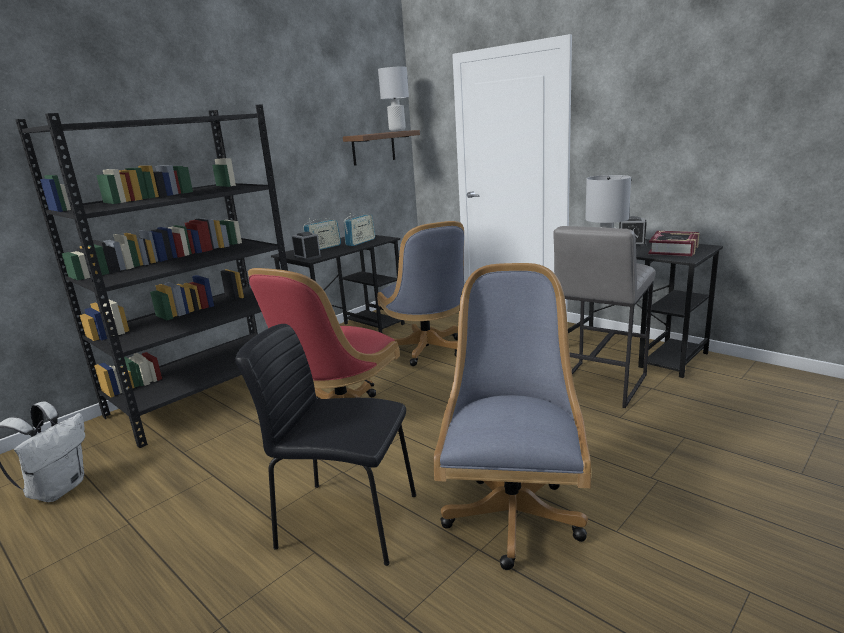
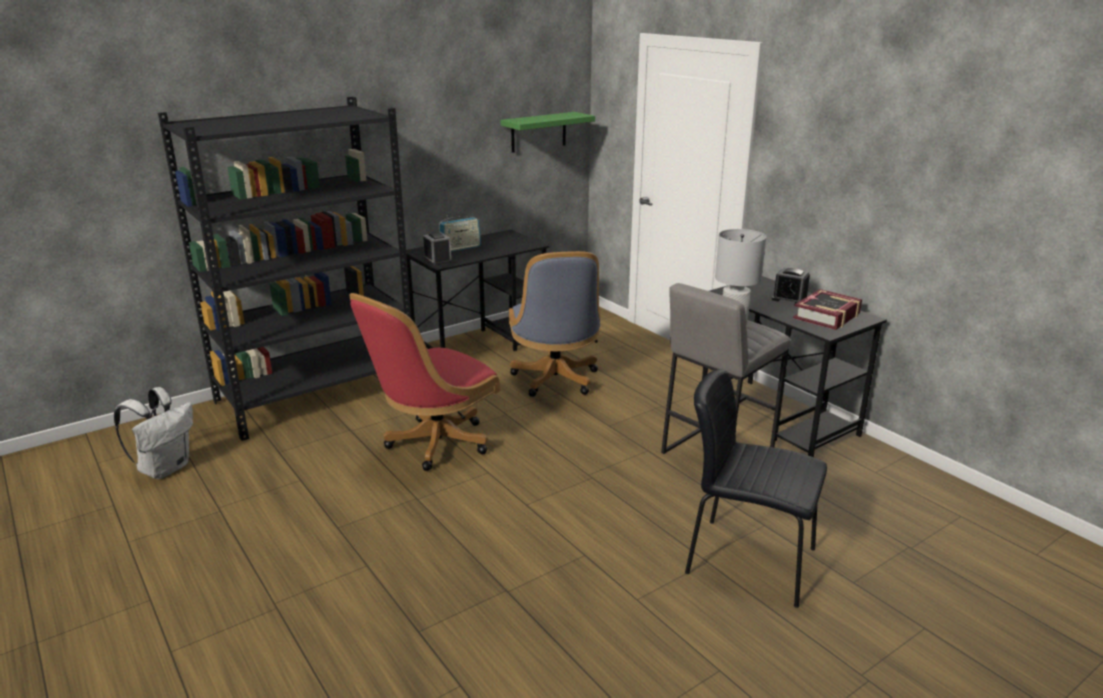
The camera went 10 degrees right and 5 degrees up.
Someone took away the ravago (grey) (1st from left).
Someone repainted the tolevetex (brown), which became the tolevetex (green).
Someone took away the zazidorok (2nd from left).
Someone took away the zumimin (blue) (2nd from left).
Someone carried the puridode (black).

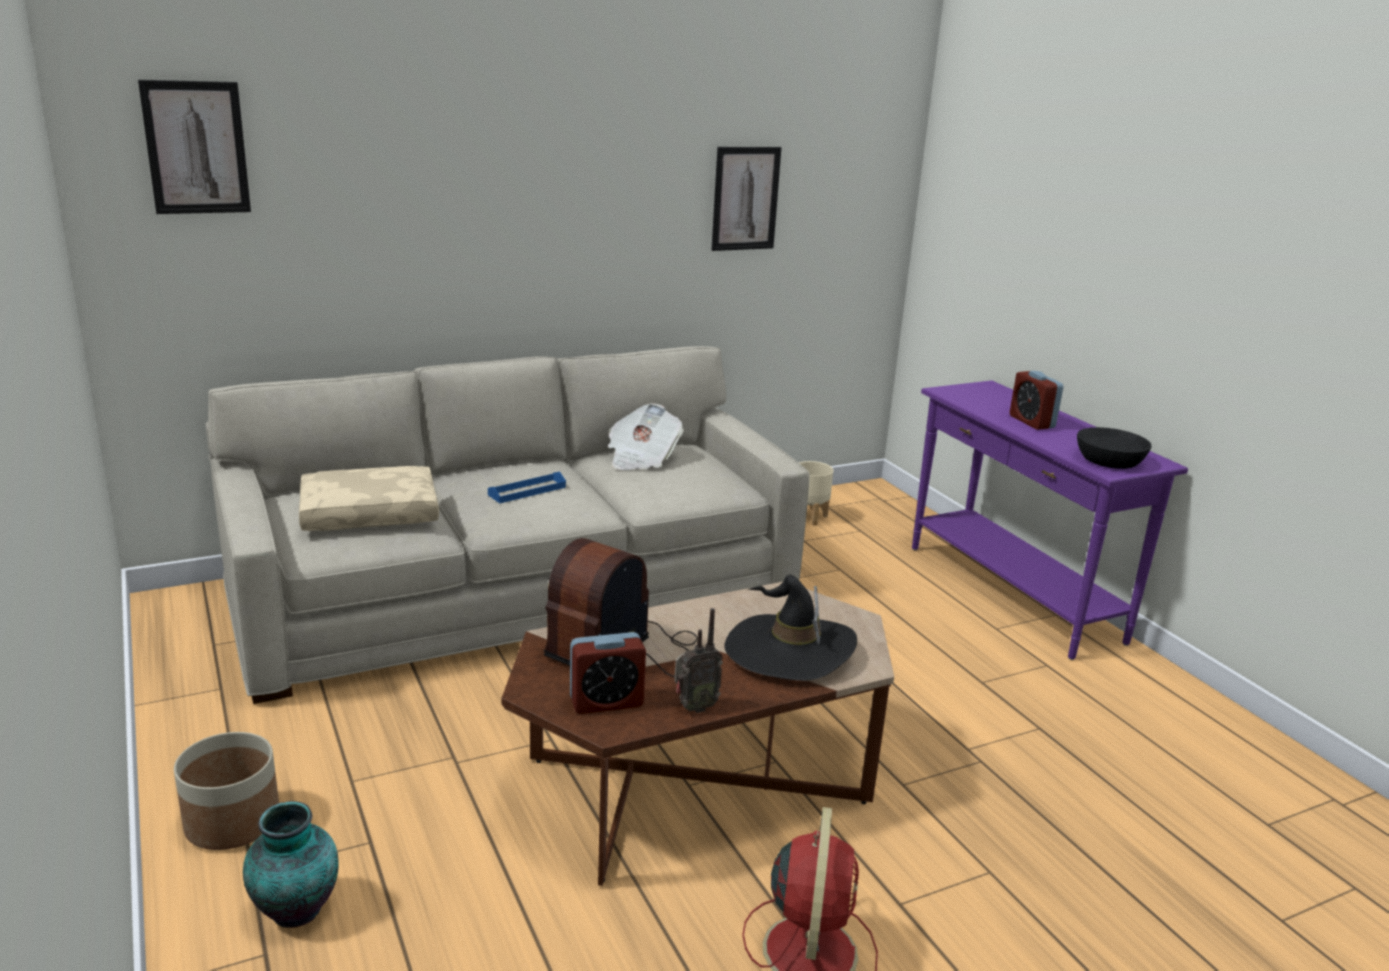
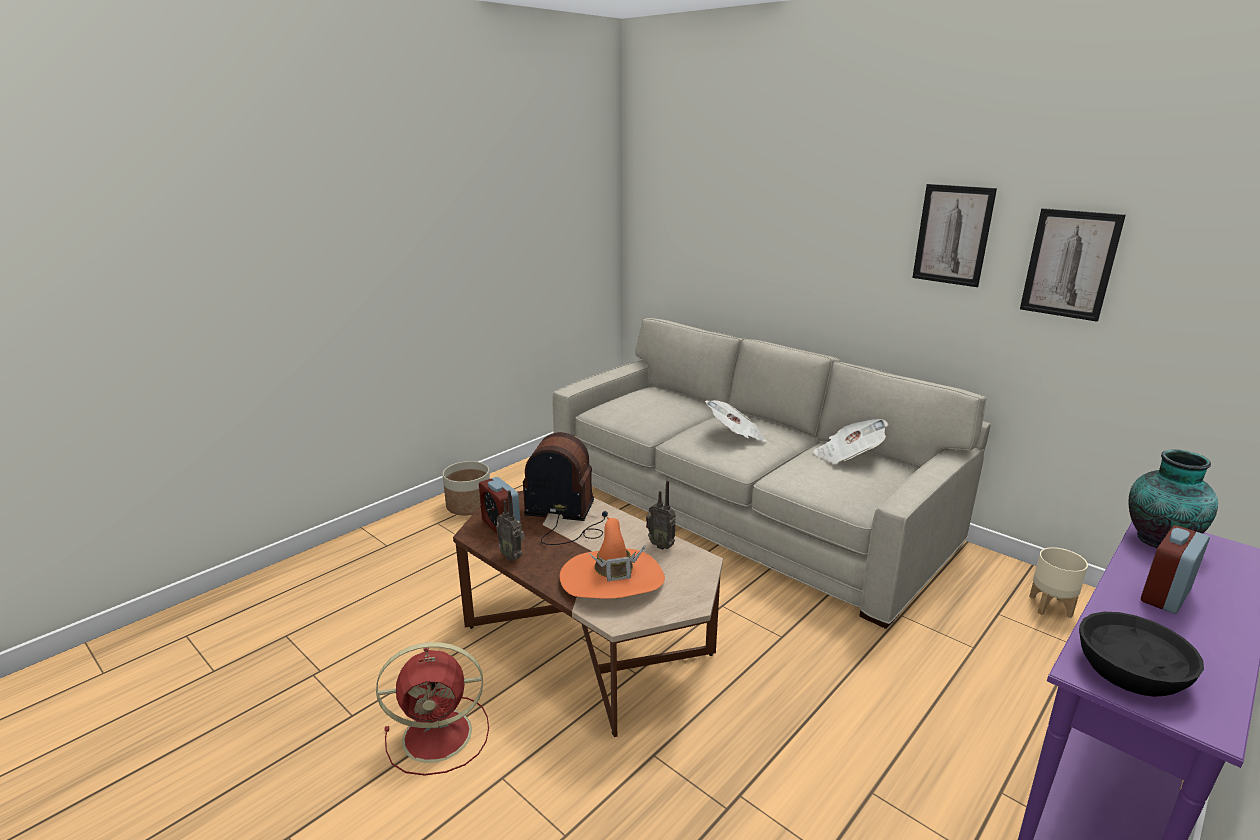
The camera went 70 degrees right and 0 degrees up.
Someone carried the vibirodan (1st from left).
Someone took away the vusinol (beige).
Someone swapped the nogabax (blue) for the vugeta (1st from left).
Someone repainted the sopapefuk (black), which became the sopapefuk (orange).
Someone carried the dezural.
Someone put down the zazidorok (3rd from left).

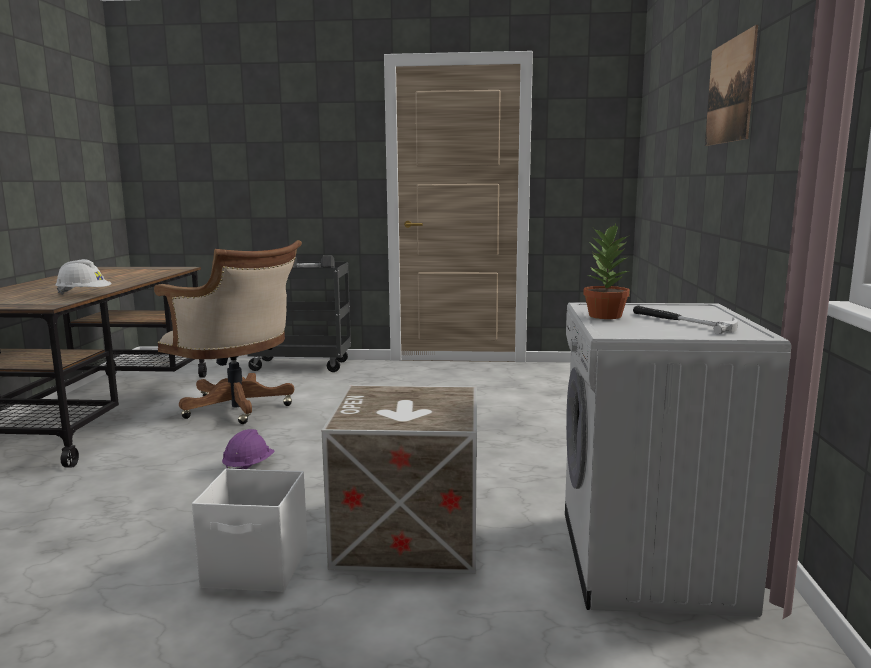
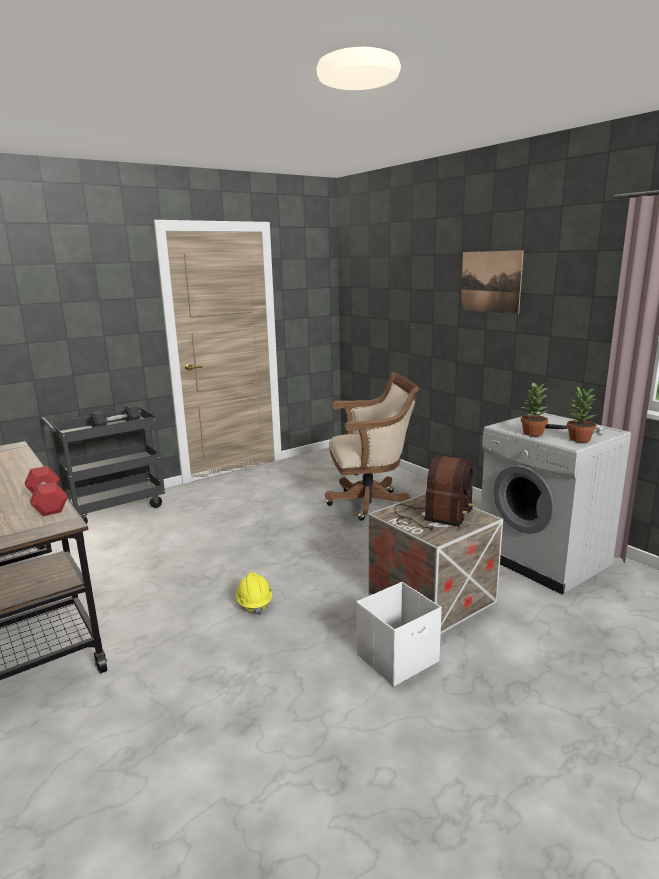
The camera went 40 degrees left and 5 degrees up.
Someone carried the zumimin.
Someone swapped the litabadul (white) for the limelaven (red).
Someone repainted the litabadul (purple), which became the litabadul (yellow).
Someone put down the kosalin (2nd from left).
Someone put down the zazidorok.

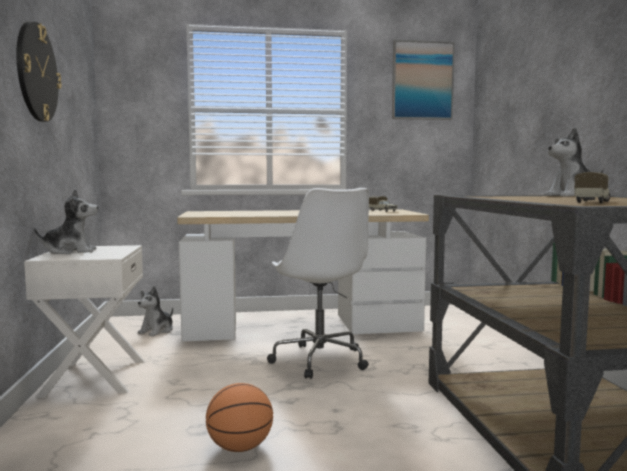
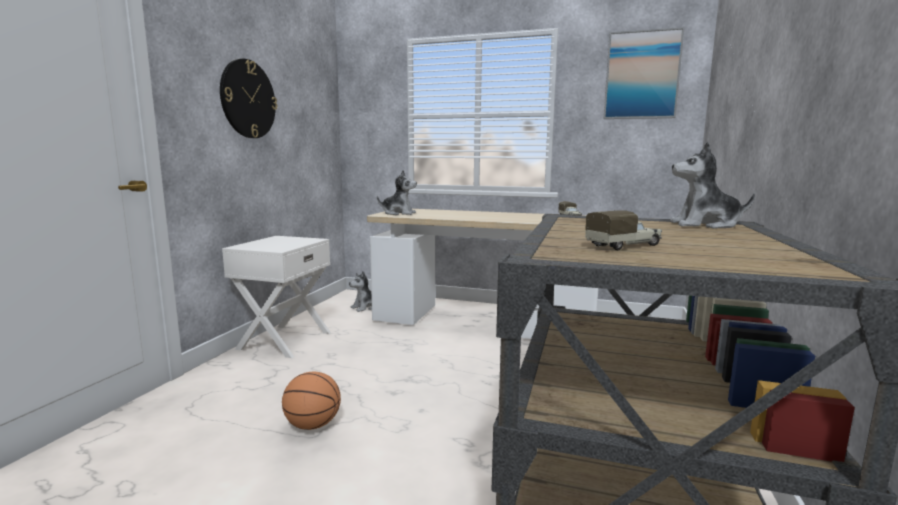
The camera went 25 degrees right and 5 degrees up.
Someone took away the zumimin (white).
Someone carried the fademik (1st from left in the first image).

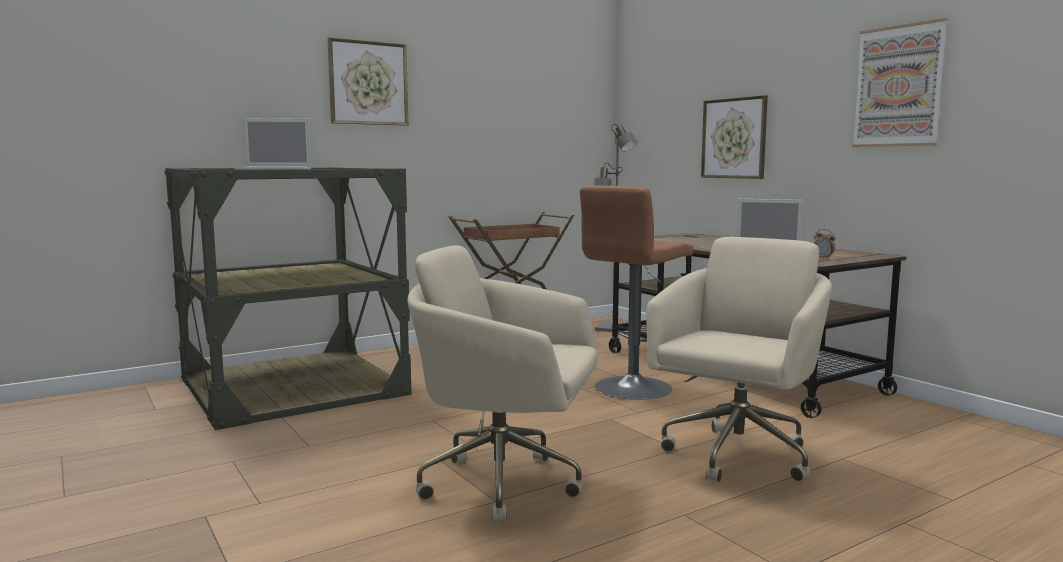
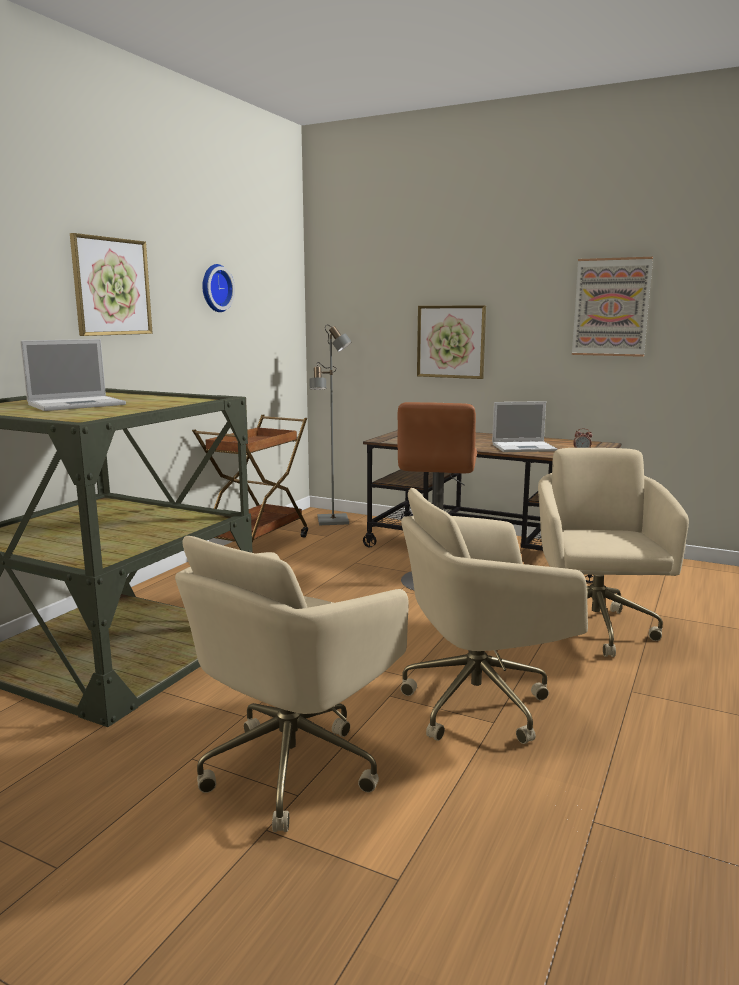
The camera went 30 degrees left and 5 degrees up.
Someone put up the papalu.
Someone put down the zumimin (beige) (1st from left).

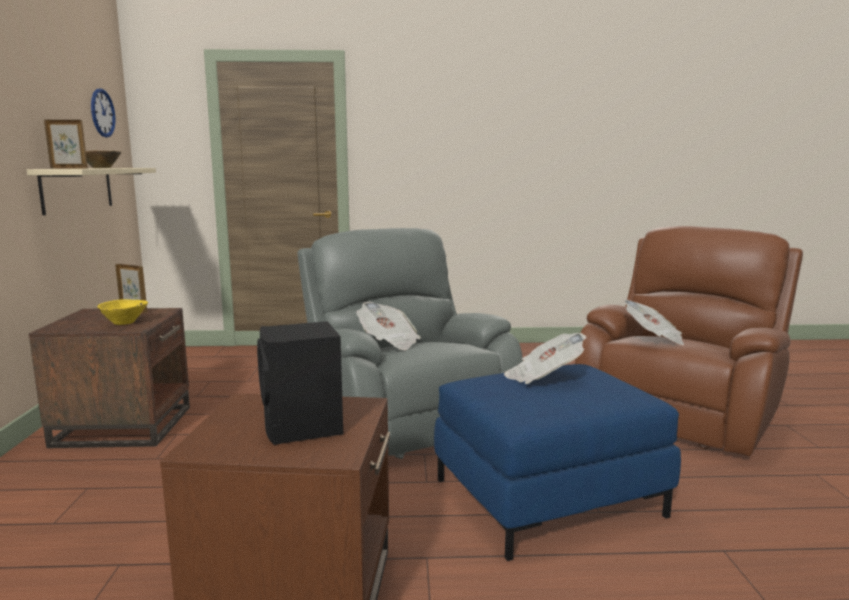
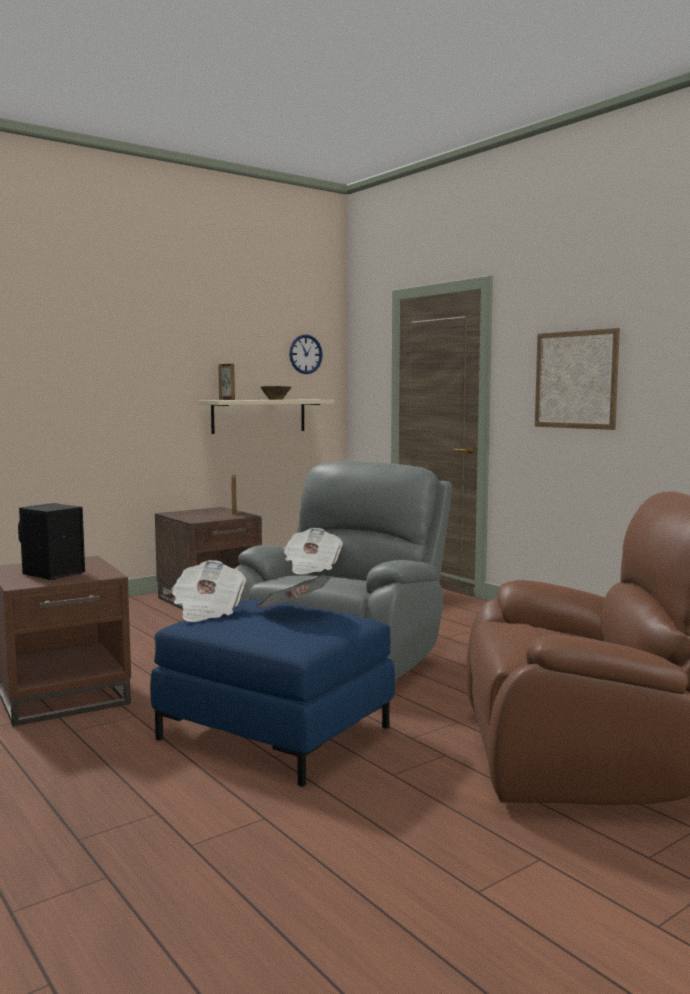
The camera went 55 degrees right and 5 degrees down.
Someone took away the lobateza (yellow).
Someone carried the vugeta (3rd from left in the first image).
Someone put up the vibirodan.

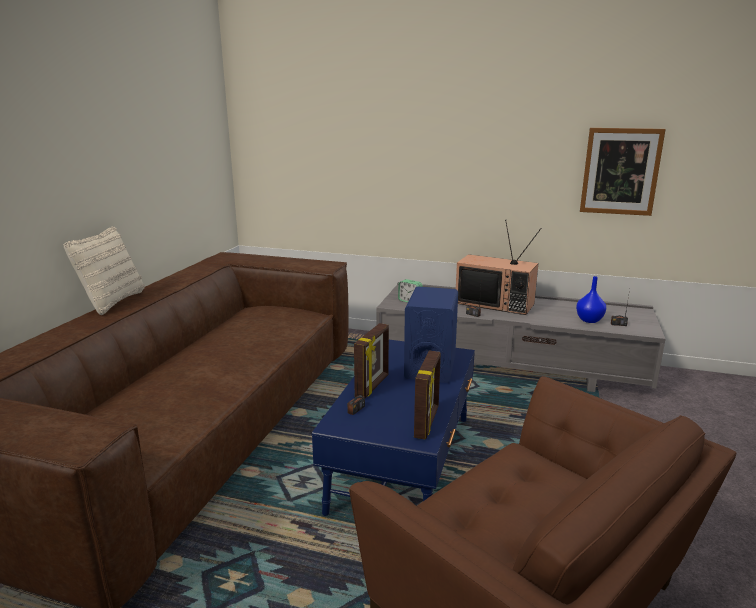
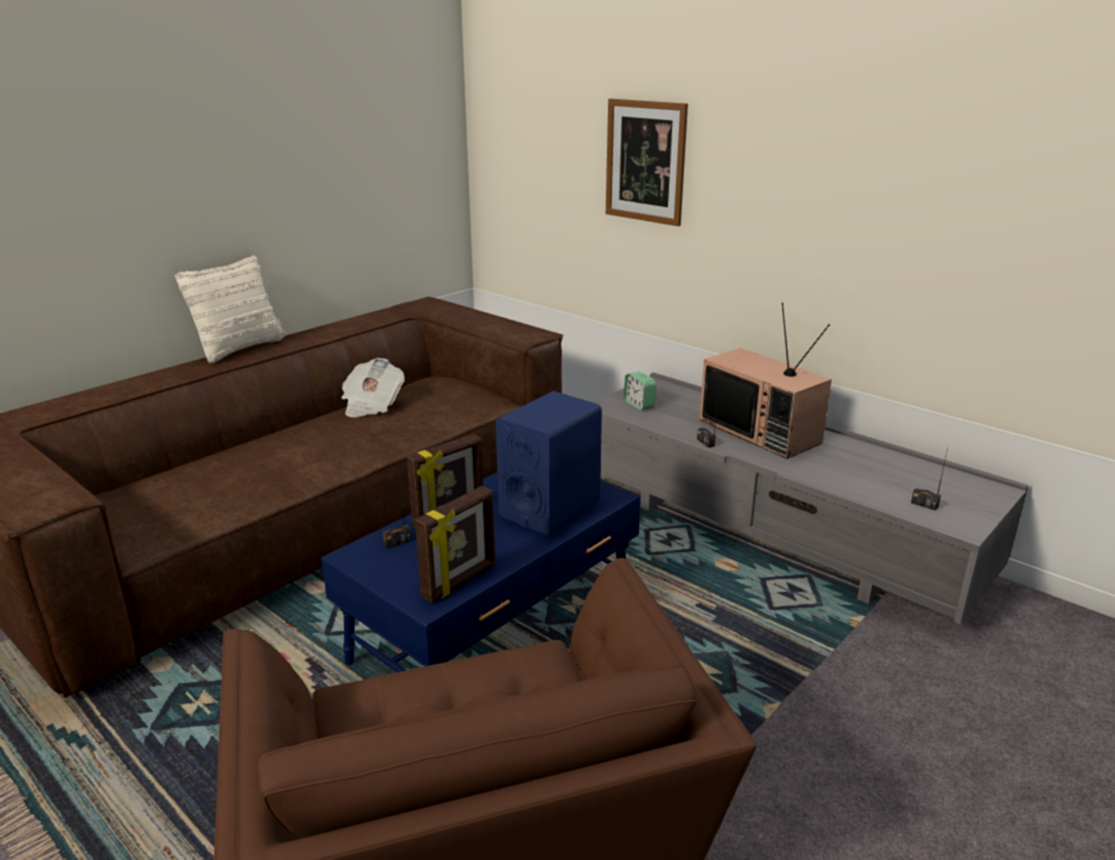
The camera went 25 degrees right and 5 degrees up.
Someone carried the vibirodan.
Someone took away the dezural (blue).
Someone put down the vugeta.

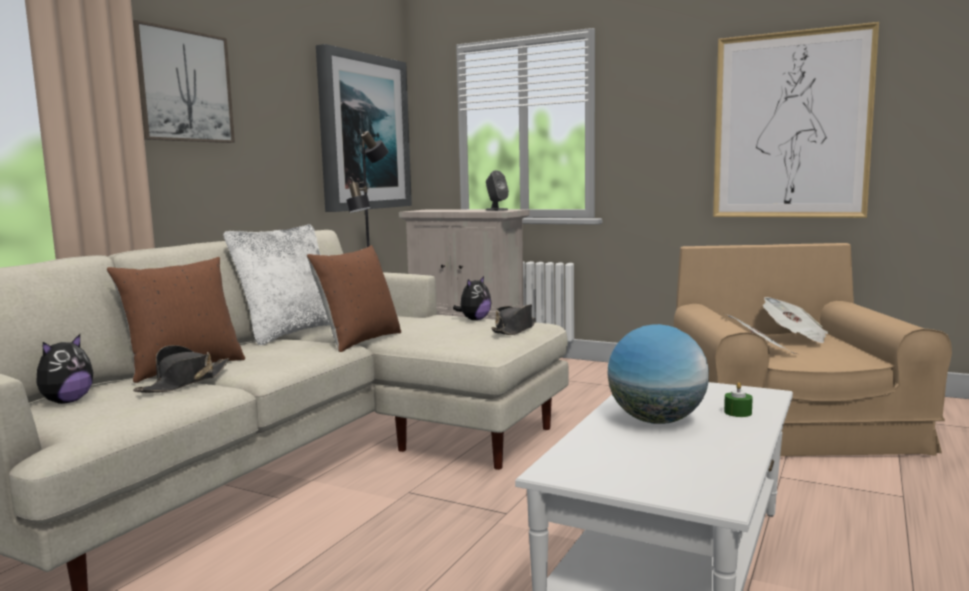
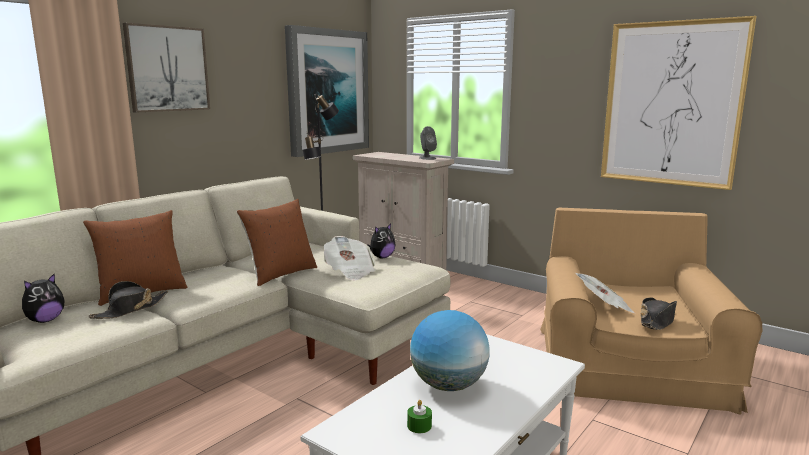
The camera went 10 degrees right and 5 degrees up.
Someone took away the vusinol (white).
Someone carried the vugeta (2nd from left in the first image).
Someone carried the sopapefuk (black) (2nd from left).
Someone carried the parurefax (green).

